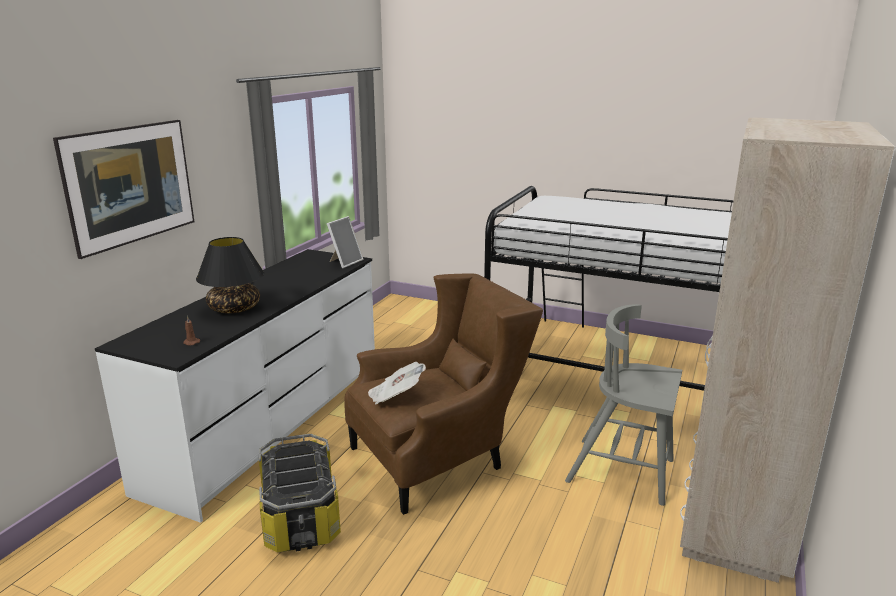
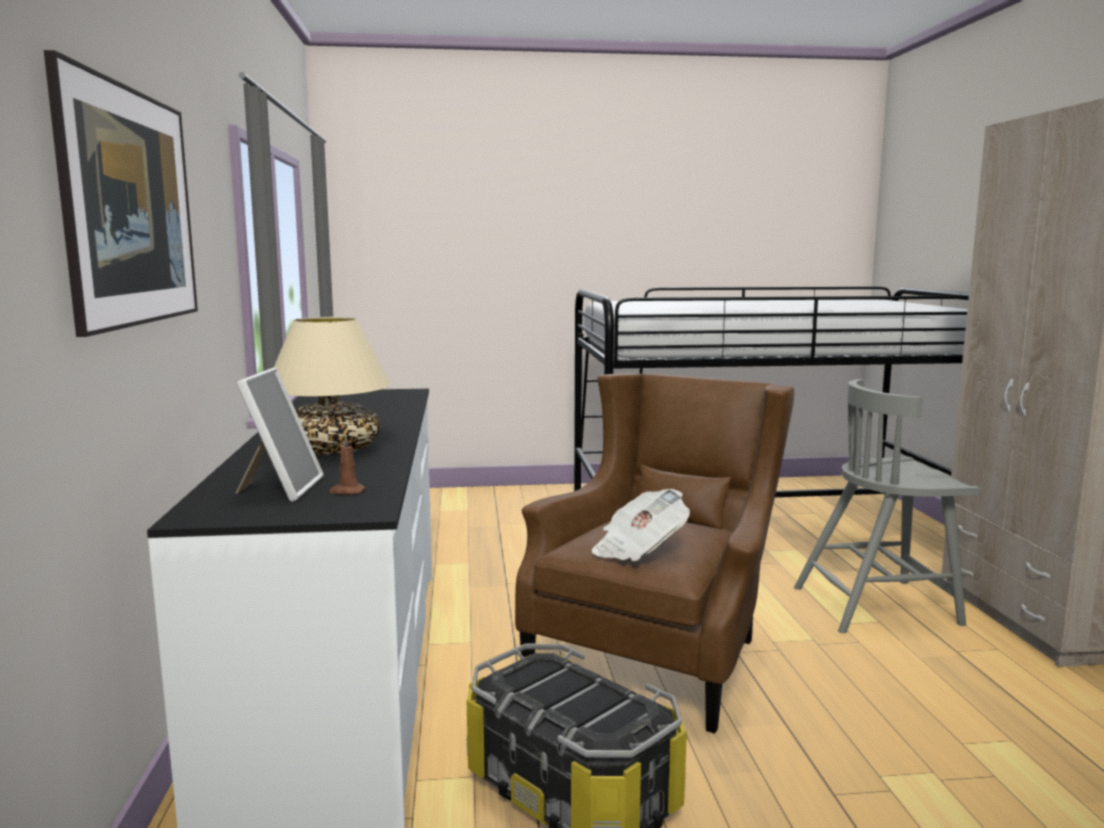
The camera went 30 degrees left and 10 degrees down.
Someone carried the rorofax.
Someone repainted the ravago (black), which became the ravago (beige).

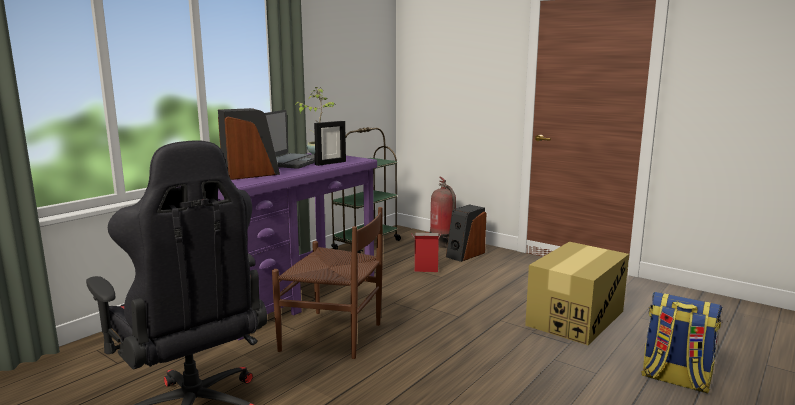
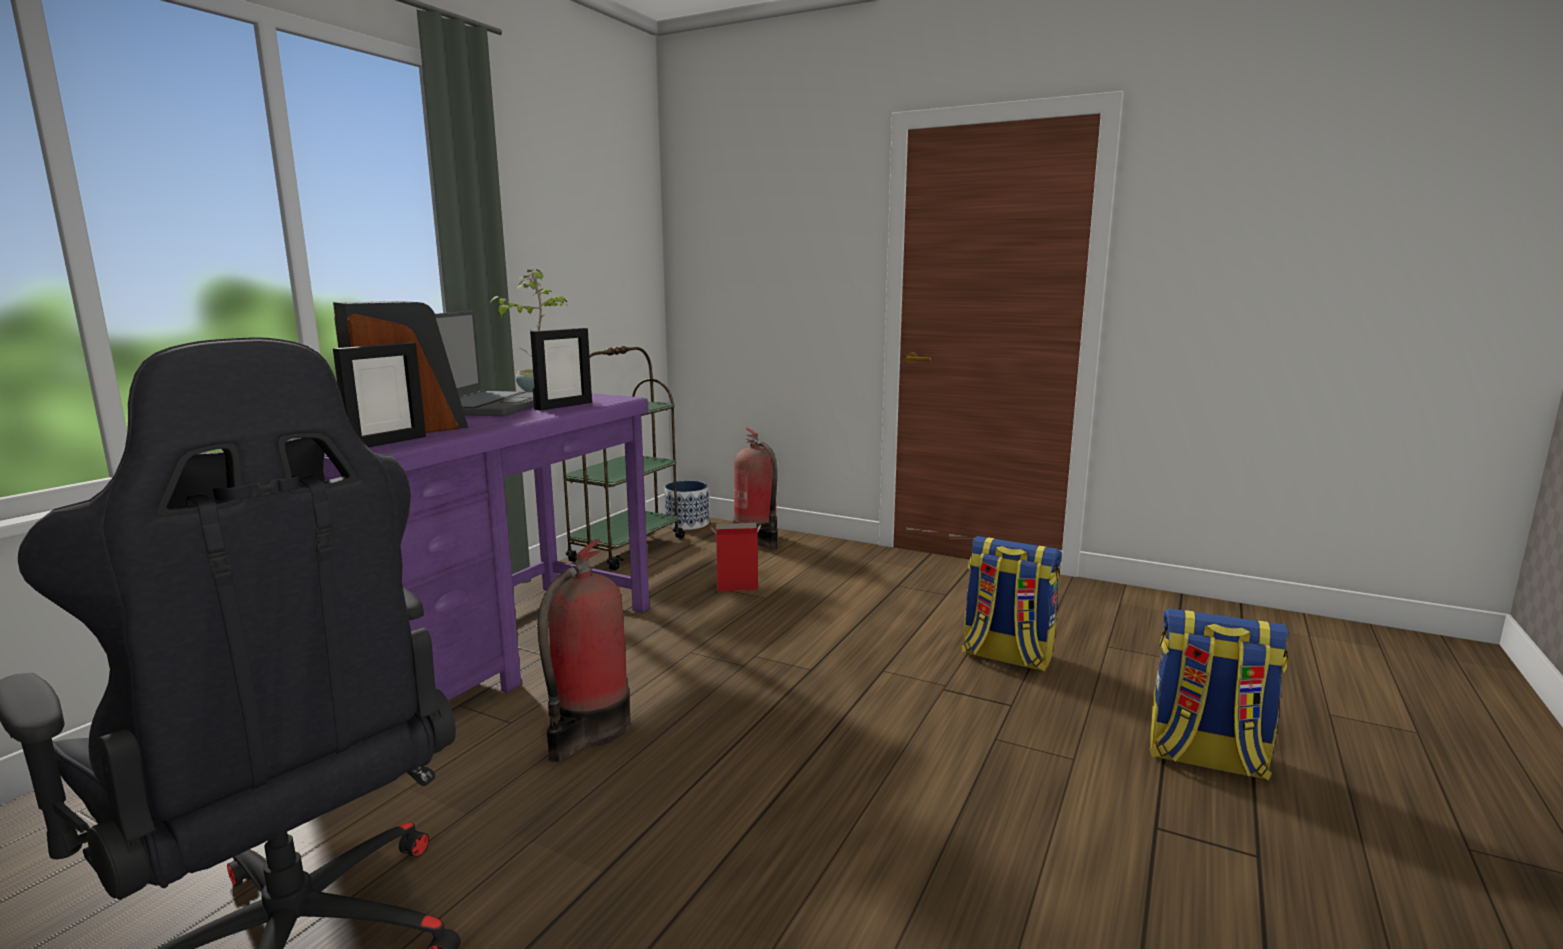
The camera went 10 degrees left and 0 degrees up.
Someone took away the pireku (2nd from left).
Someone swapped the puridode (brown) for the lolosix (1st from left).
Someone swapped the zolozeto (2nd from left) for the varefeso (1st from left).
Someone put down the rorofax (1st from left).
Someone put down the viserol.

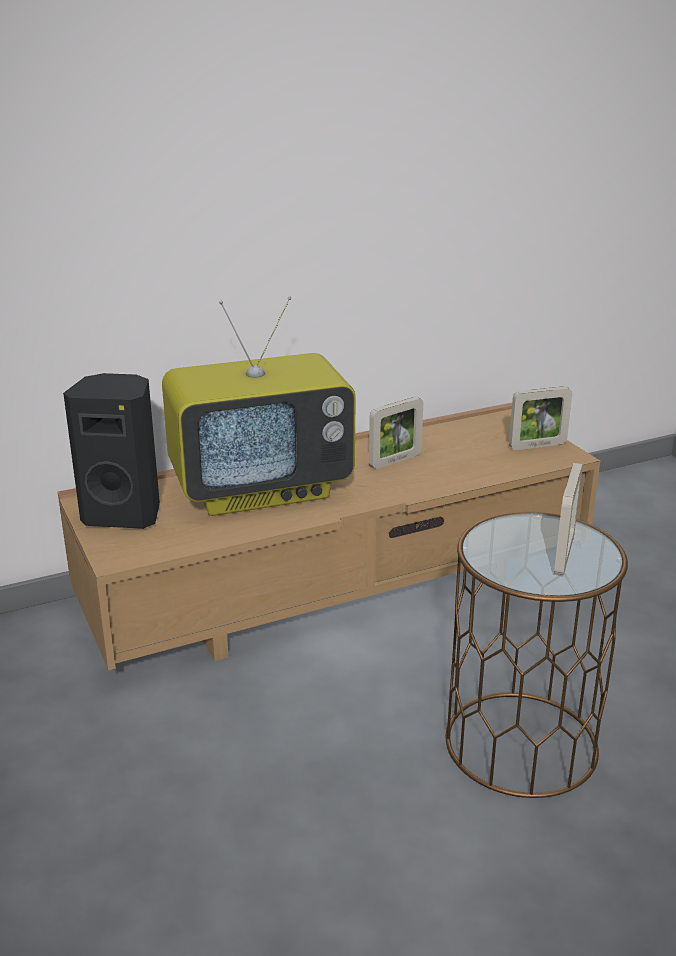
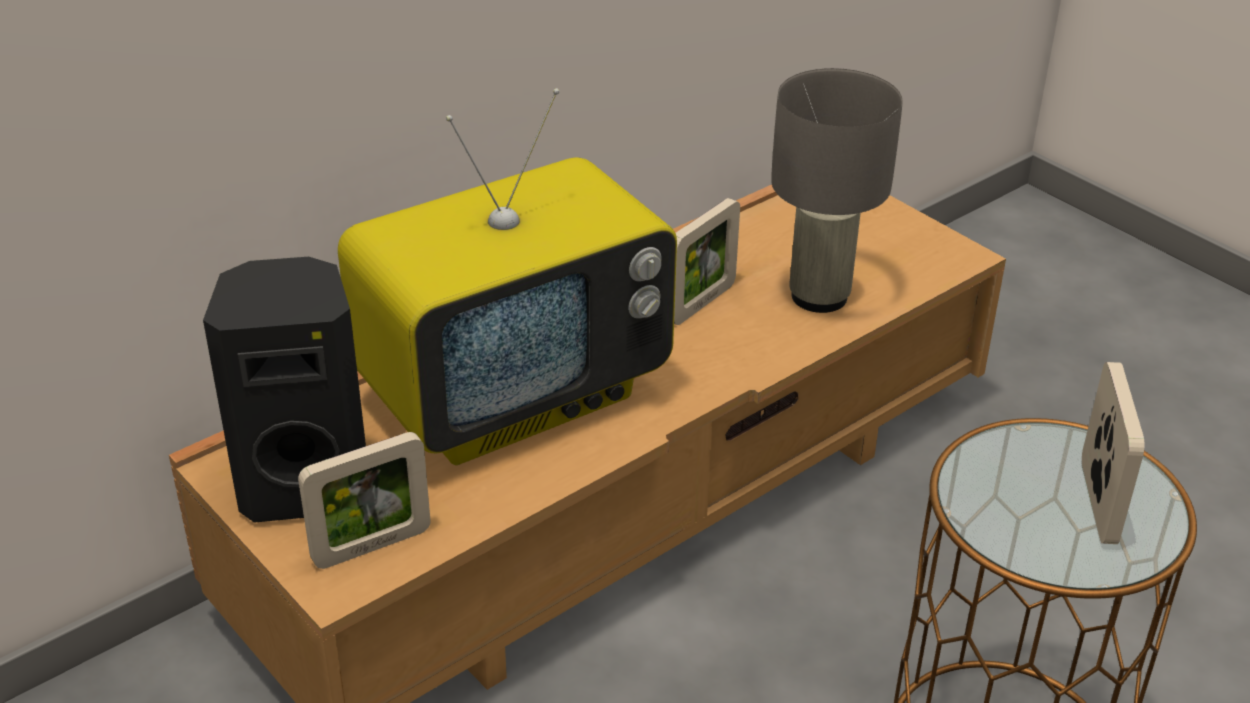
The camera went 15 degrees left and 10 degrees up.
Someone carried the rorofax (2nd from left in the first image).
Someone put down the ravago (grey).

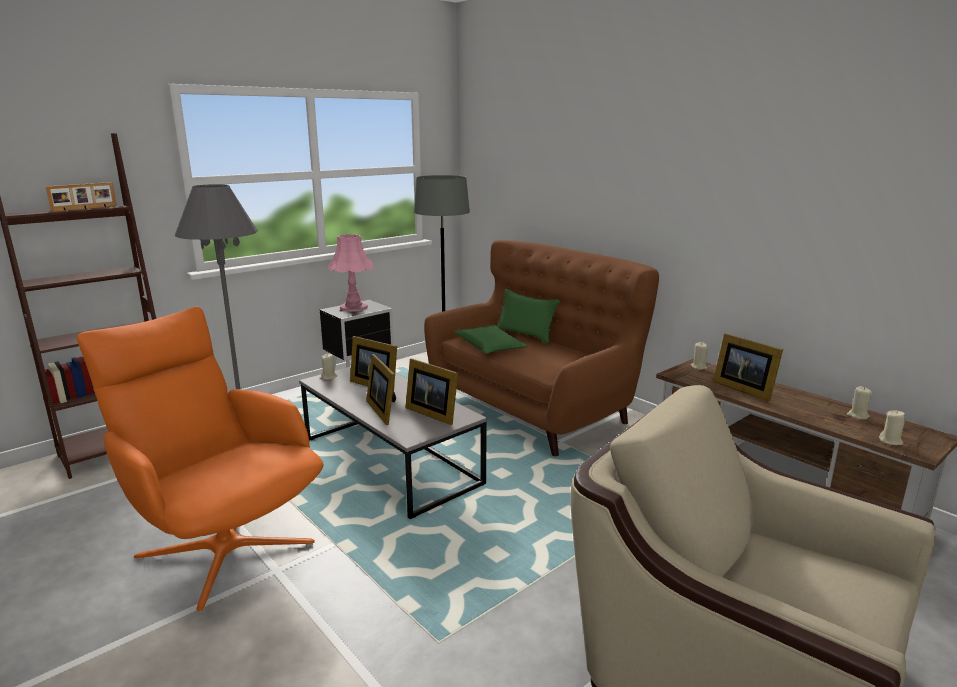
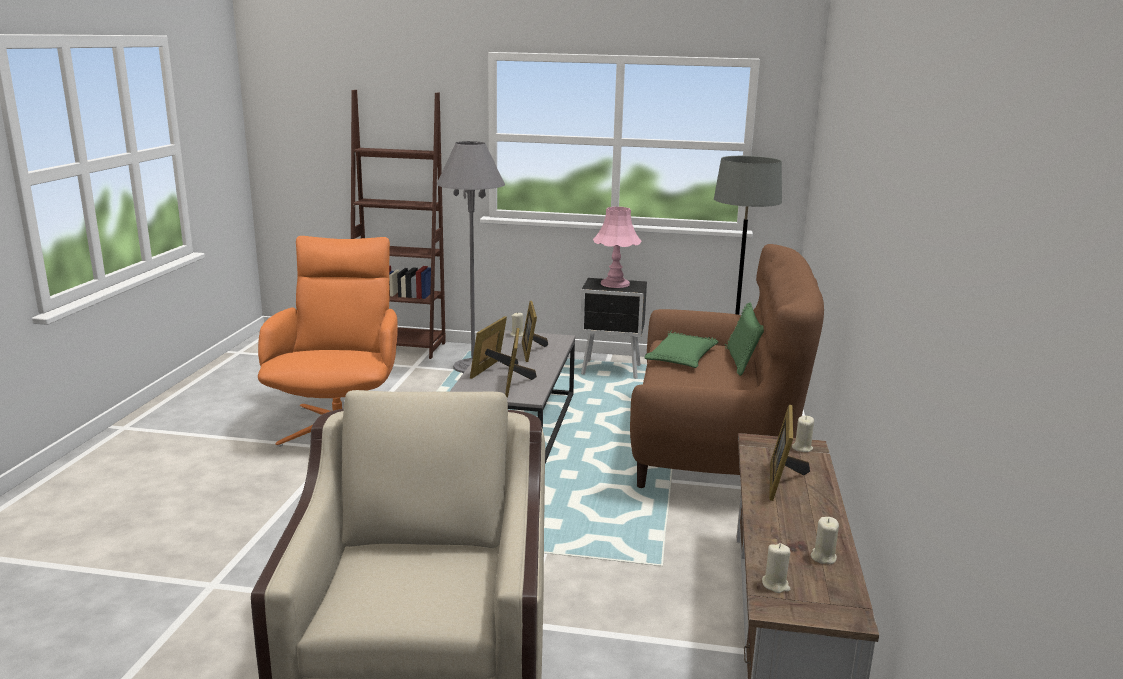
The camera went 50 degrees right and 0 degrees up.
Someone took away the rorofax (1st from left).

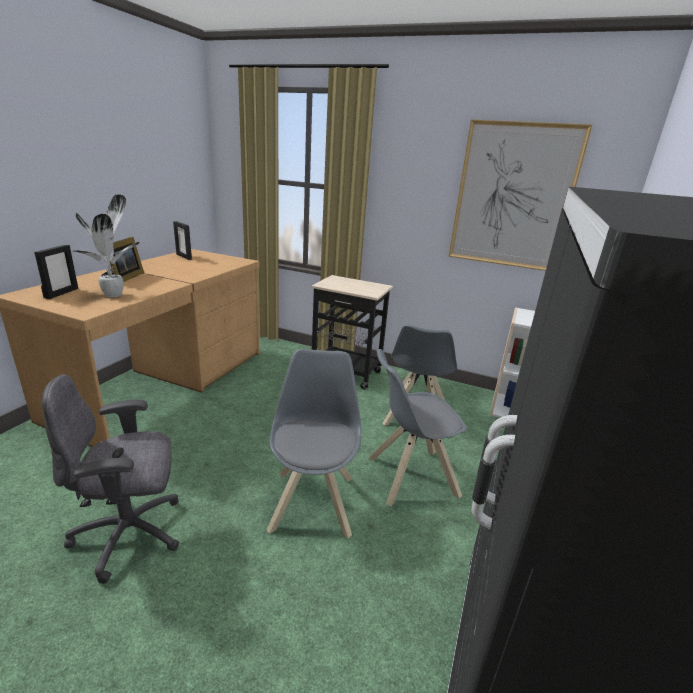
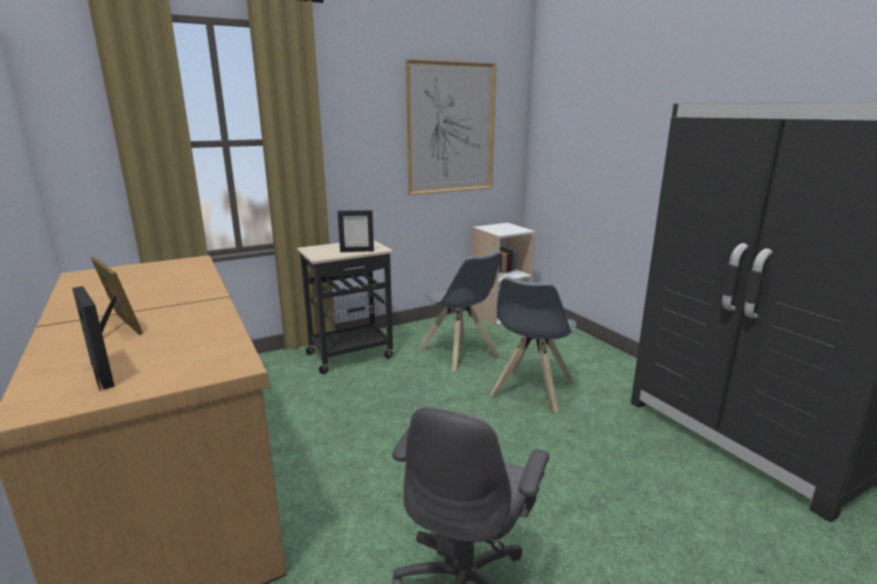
The camera went 50 degrees left and 5 degrees down.
Someone took away the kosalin.
Someone carried the rorofax (3rd from left).
Someone took away the puridode (grey) (1st from left).

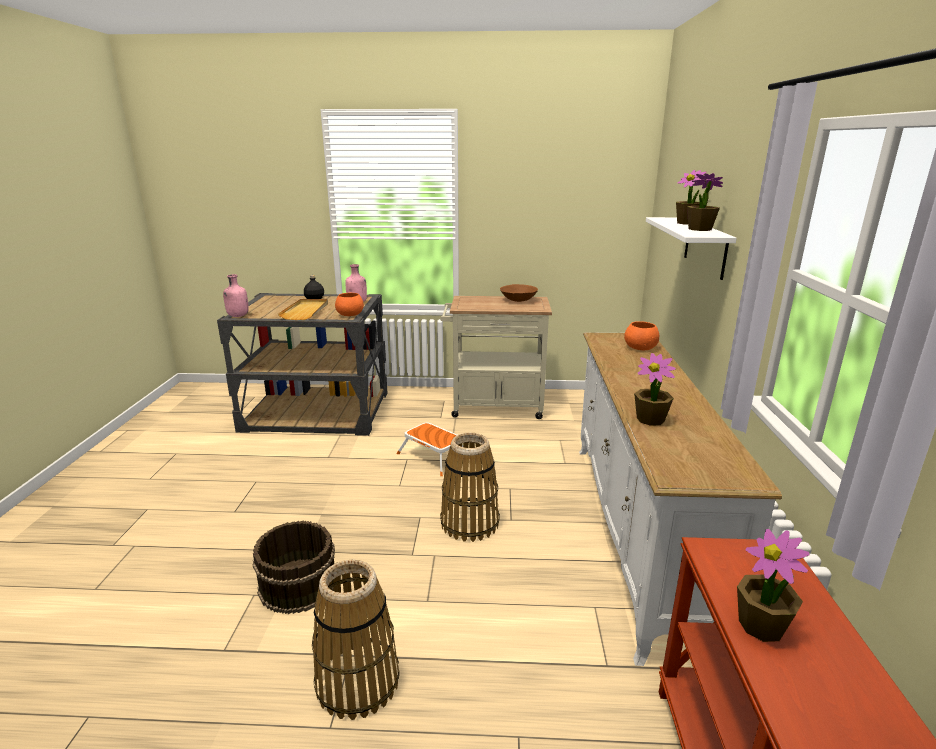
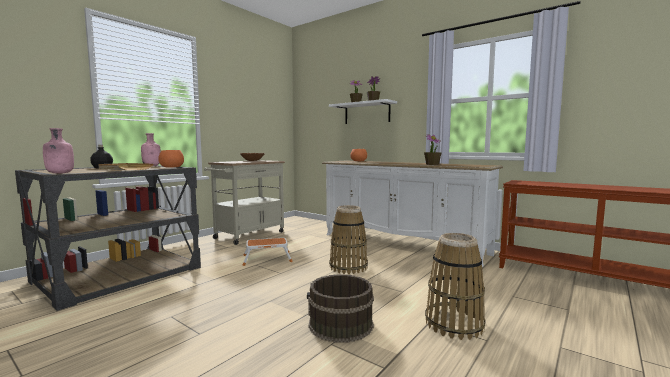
The camera went 55 degrees left and 15 degrees down.
Someone took away the kosalin (4th from left).

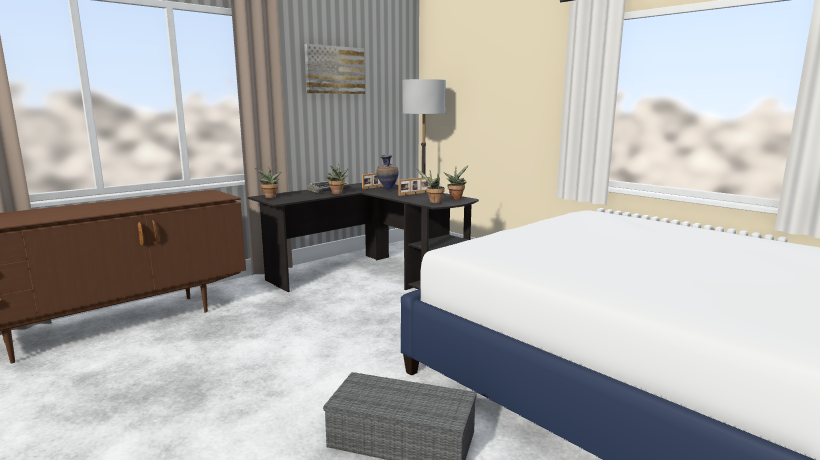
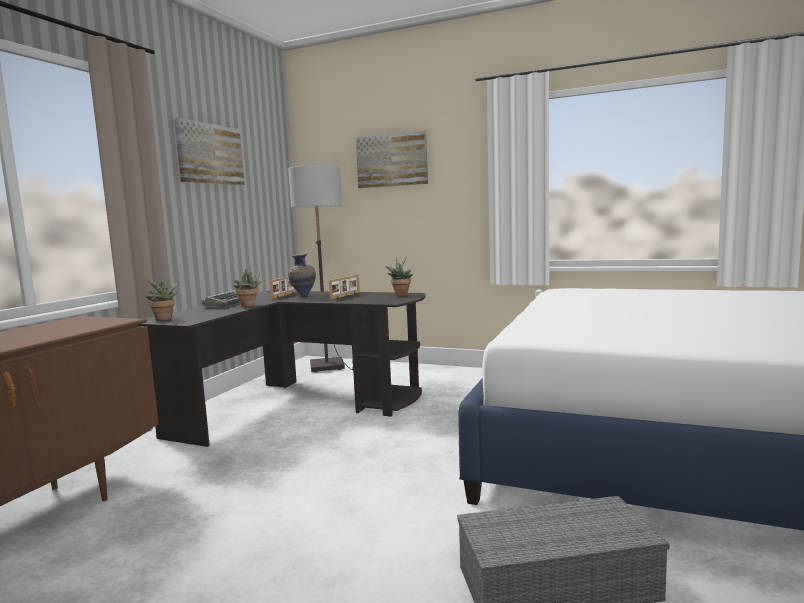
The camera went 25 degrees left and 5 degrees down.
Someone took away the kosalin (3rd from left).
Someone put up the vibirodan (2nd from left).

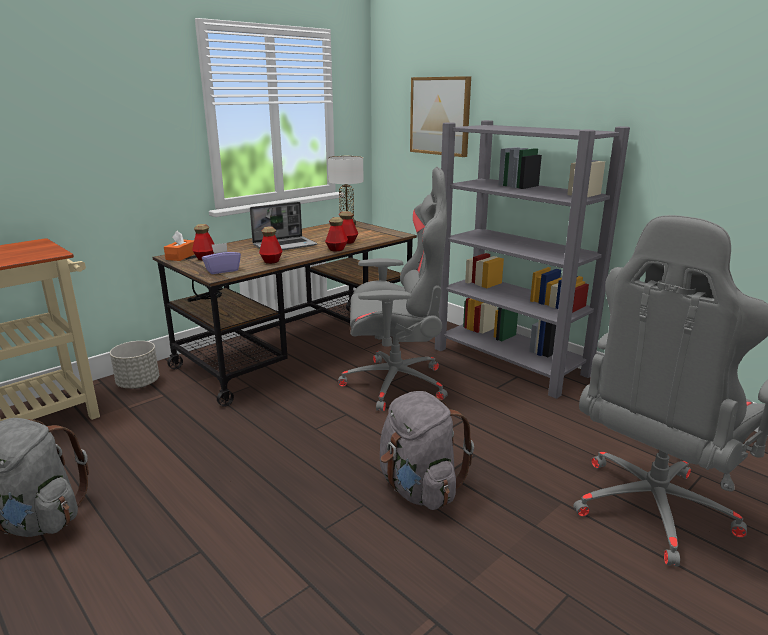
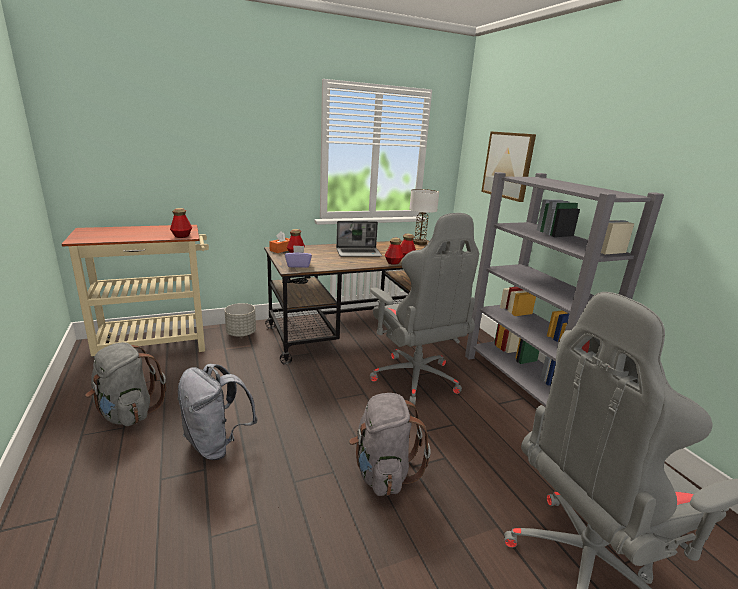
The camera went 20 degrees right and 0 degrees up.
Someone rotated the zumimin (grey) (1st from left) by 45 degrees clockwise.
Someone carried the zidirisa (2nd from left in the first image).
Someone put down the varefeso (grey) (2nd from left).

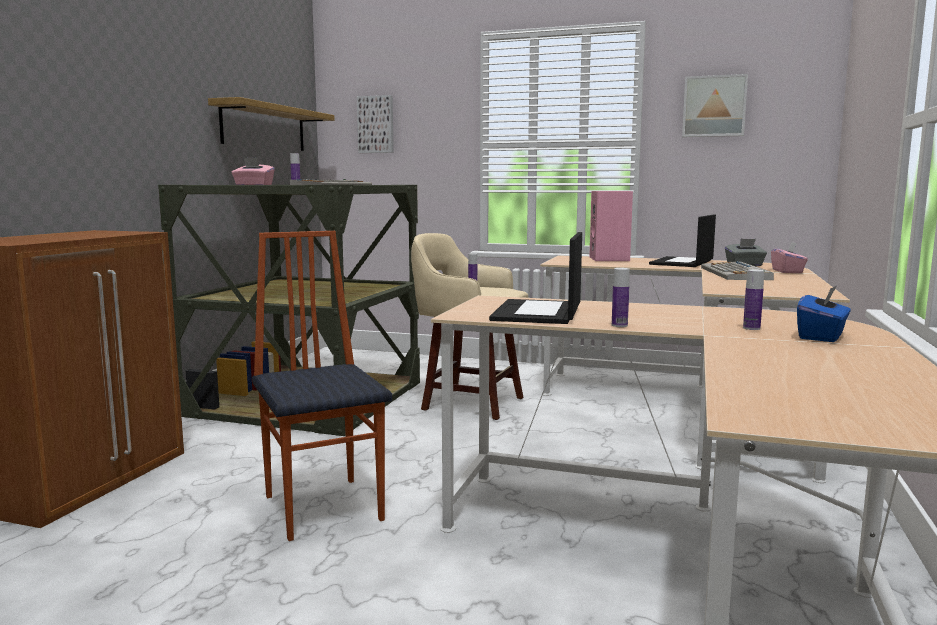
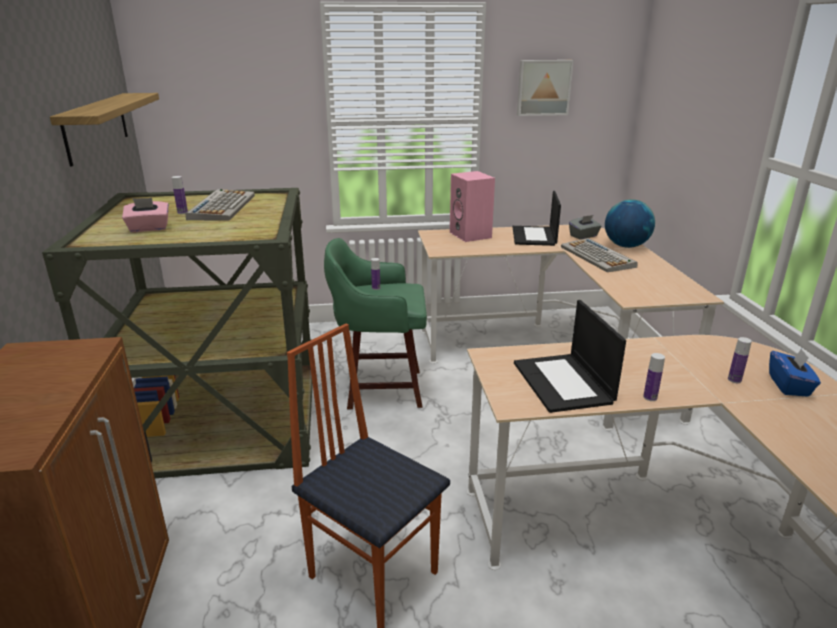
The camera went 25 degrees left and 15 degrees up.
Someone took away the vibirodan (1st from left).
Someone repainted the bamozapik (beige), which became the bamozapik (green).
Someone swapped the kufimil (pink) (2nd from left) for the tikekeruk.

